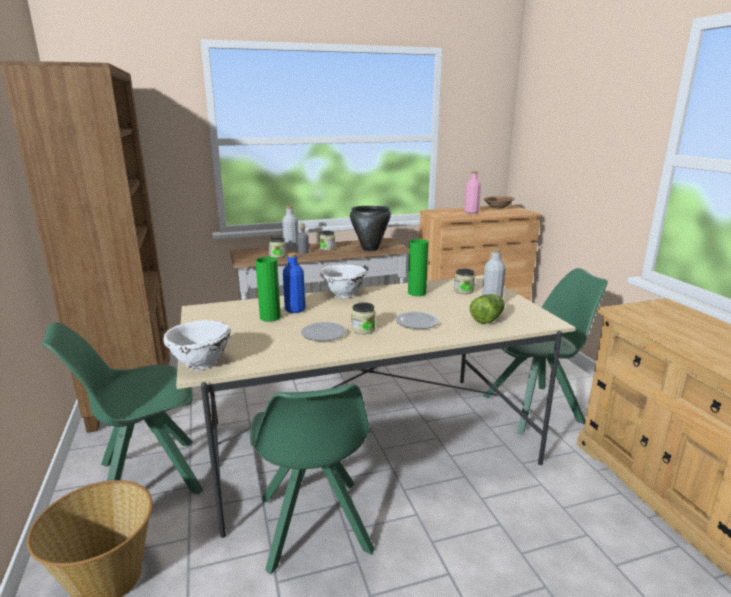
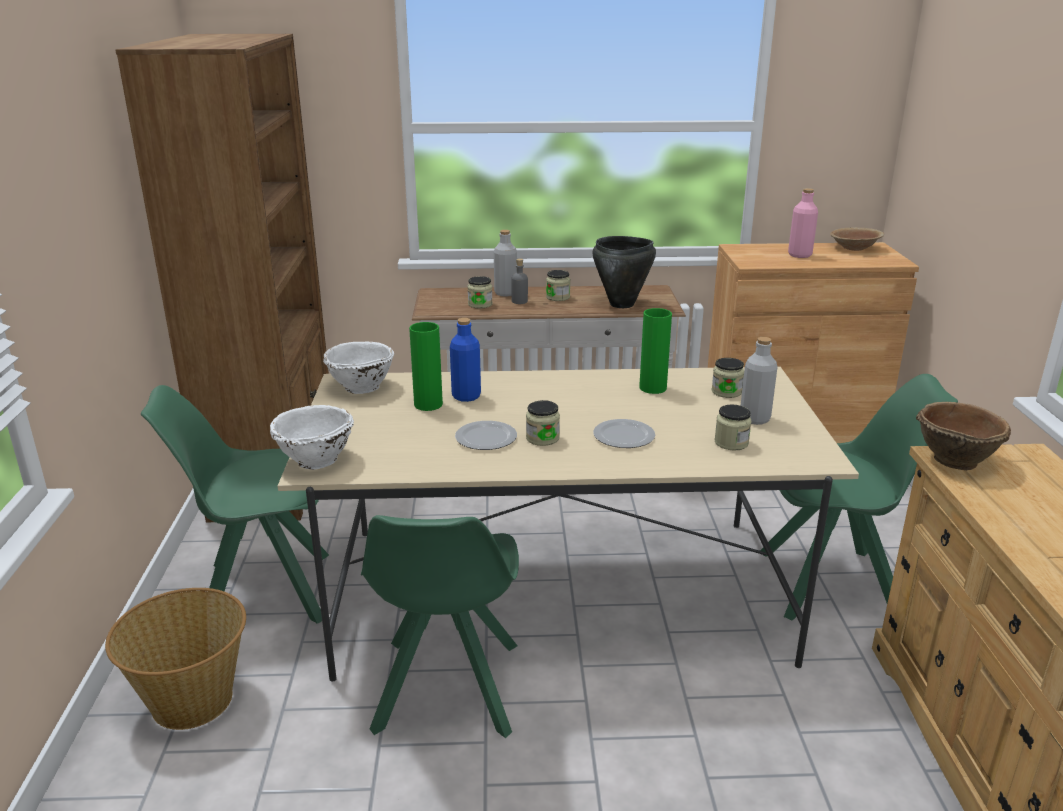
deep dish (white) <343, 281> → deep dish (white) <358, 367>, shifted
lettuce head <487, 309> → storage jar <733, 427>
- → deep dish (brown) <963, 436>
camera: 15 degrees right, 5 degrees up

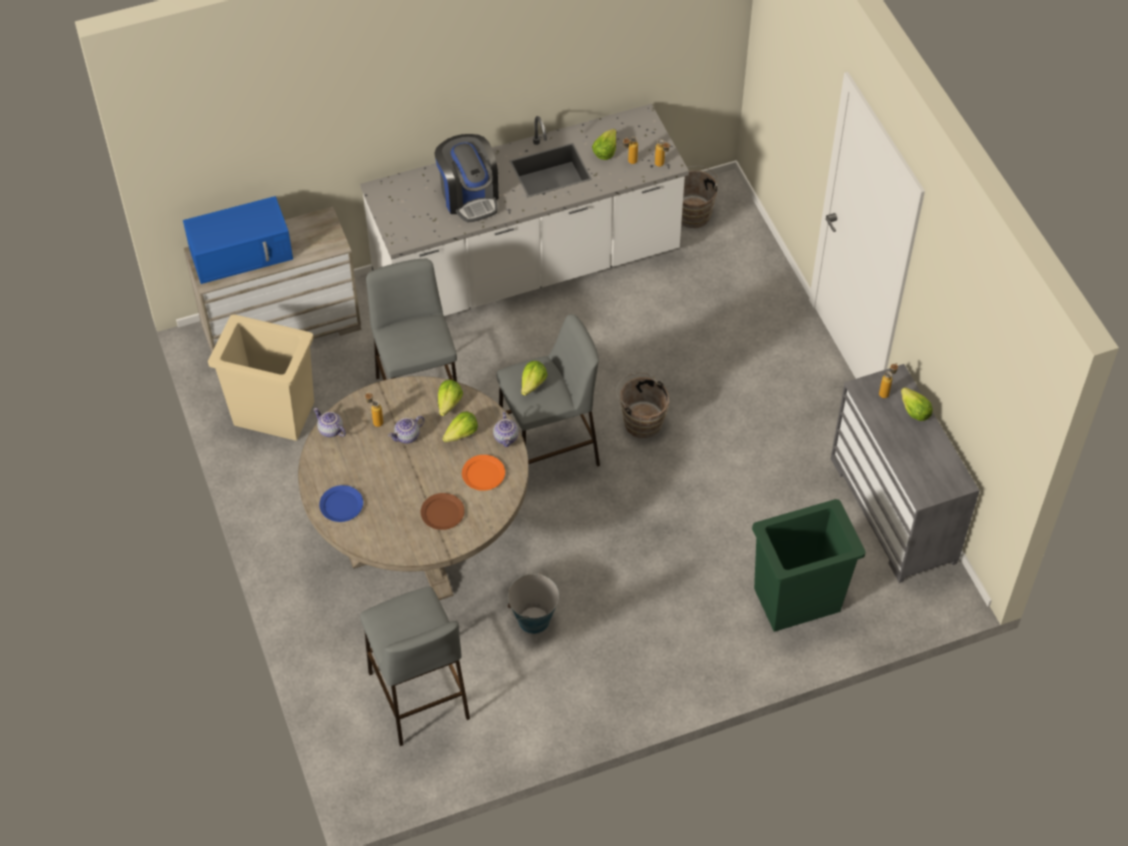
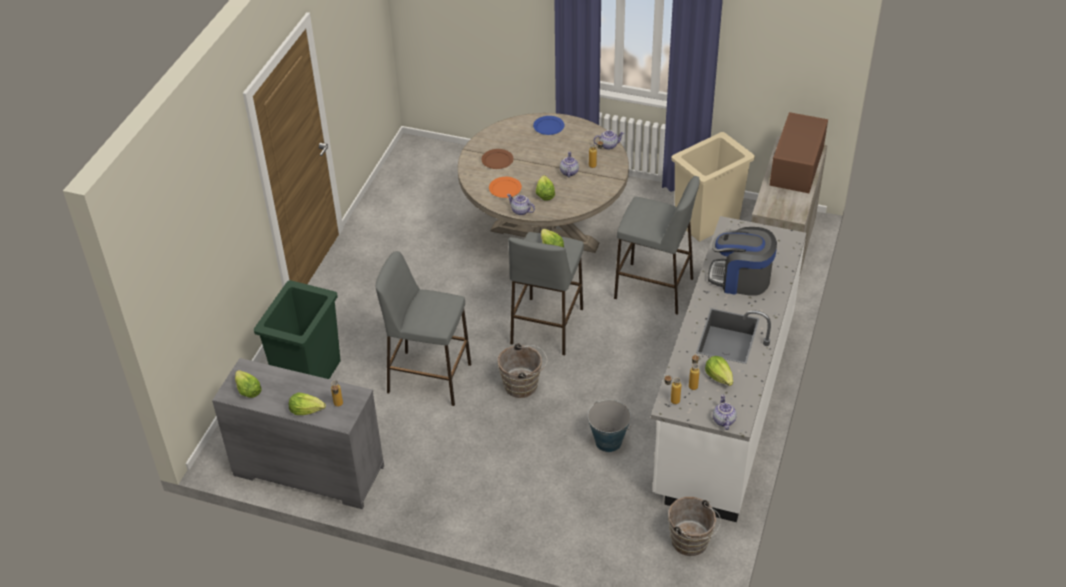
microwave oven (blue) <238, 240> → microwave oven (brown) <799, 152>
lettuce head <450, 398> → lettuce head <248, 384>, shifted
water bucket <533, 603> → water bucket <609, 426>, shifted
stool (grey) <415, 666> → stool (grey) <423, 328>, shifted
- → pot for tea <725, 412>
camera: 130 degrees right, 10 degrees down

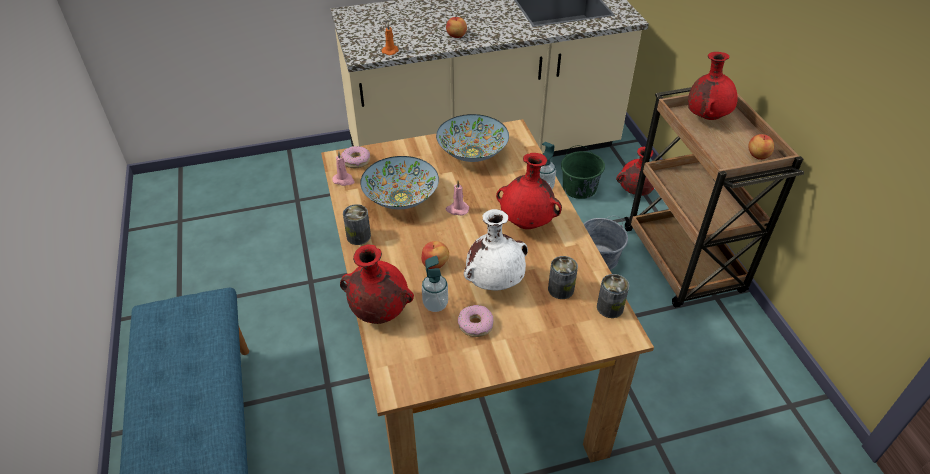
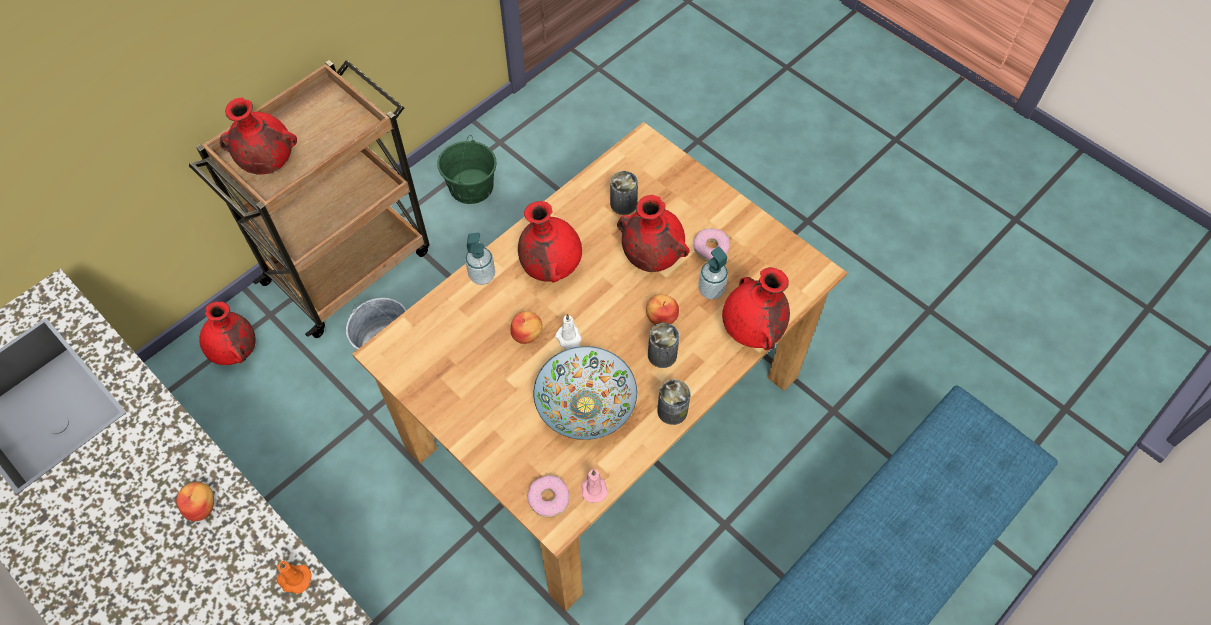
deep dish <472, 138> → -
apple <761, 147> → apple <526, 327>, shifted
water bucket (green-coloured) <583, 172> → water bucket (green-coloured) <466, 169>, shifted
wax candle (pinkish) <457, 198> → wax candle (white) <568, 331>
decorative vase (white) <496, 249> → decorative vase (red-coloured) <653, 233>
metal can <613, 296> → metal can <664, 345>, shifted
camera: 120 degrees left, 15 degrees up

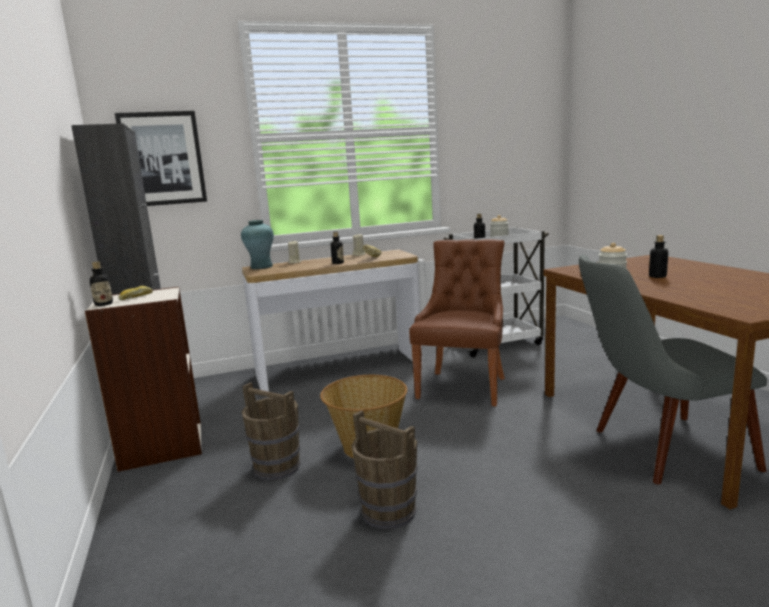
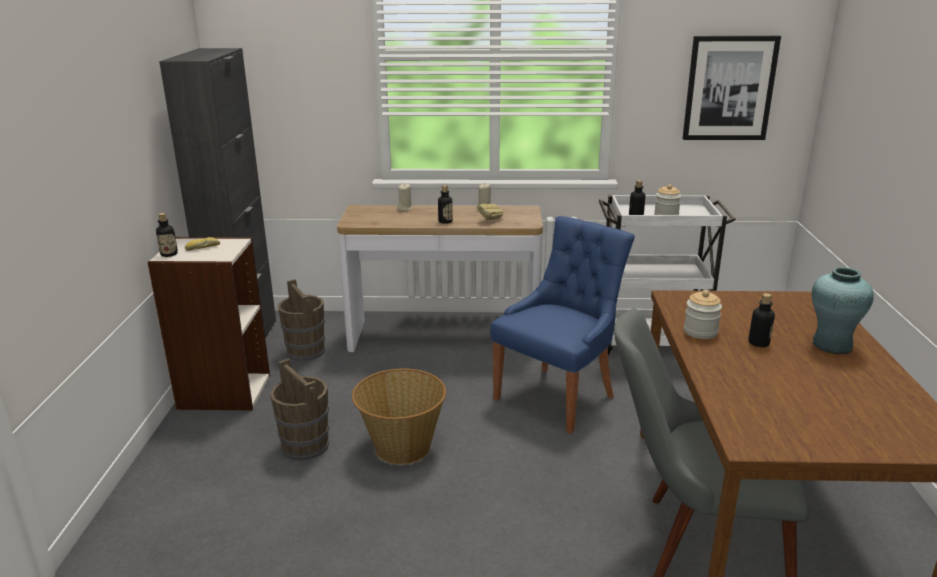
wall picture <161, 158> → wall picture <732, 88>, shifted
decorative vase (blue-green) <257, 244> → decorative vase (blue-green) <843, 310>, shifted
chair (brown) <457, 322> → chair (blue) <562, 325>
water bucket (brown) <385, 469> → water bucket (brown) <301, 320>, shifted
camera: 20 degrees right, 10 degrees up

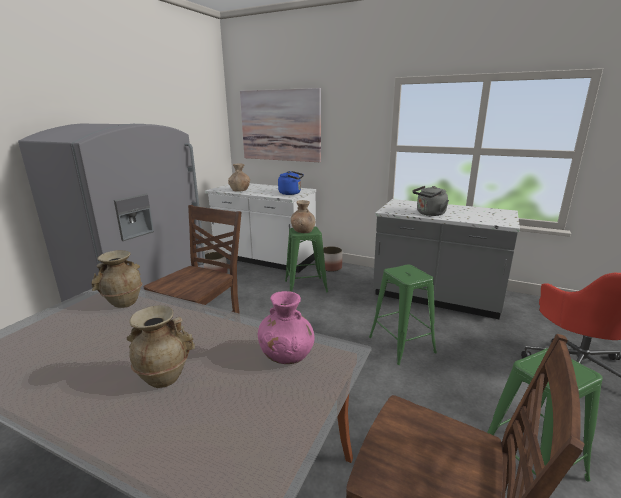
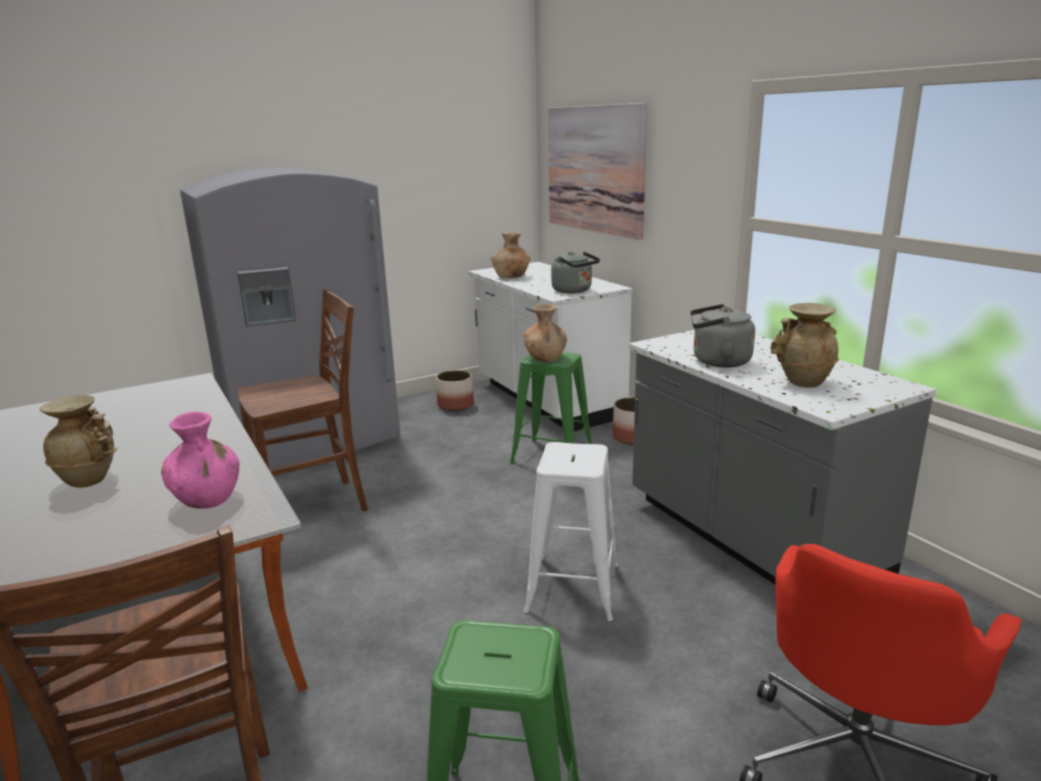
kettle (blue) <291, 183> → kettle (grey) <575, 272>
decorative vase (beige-coloured) <116, 279> → decorative vase (beige-coloured) <804, 345>, shifted
stool (green-coloured) <403, 315> → stool (white) <571, 531>
camera: 35 degrees right, 0 degrees up

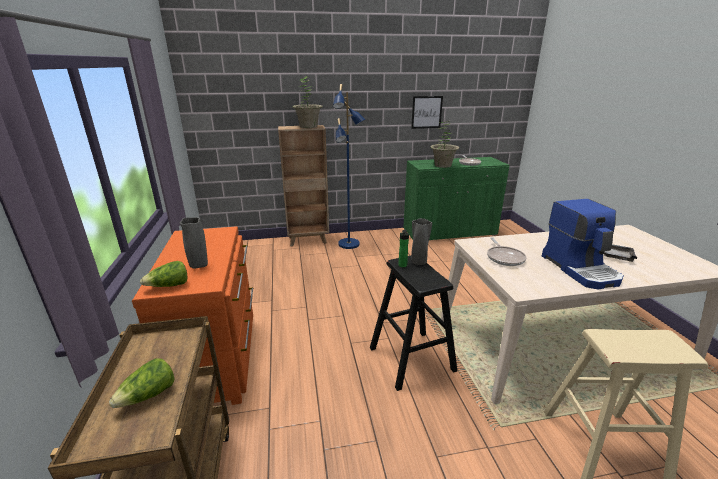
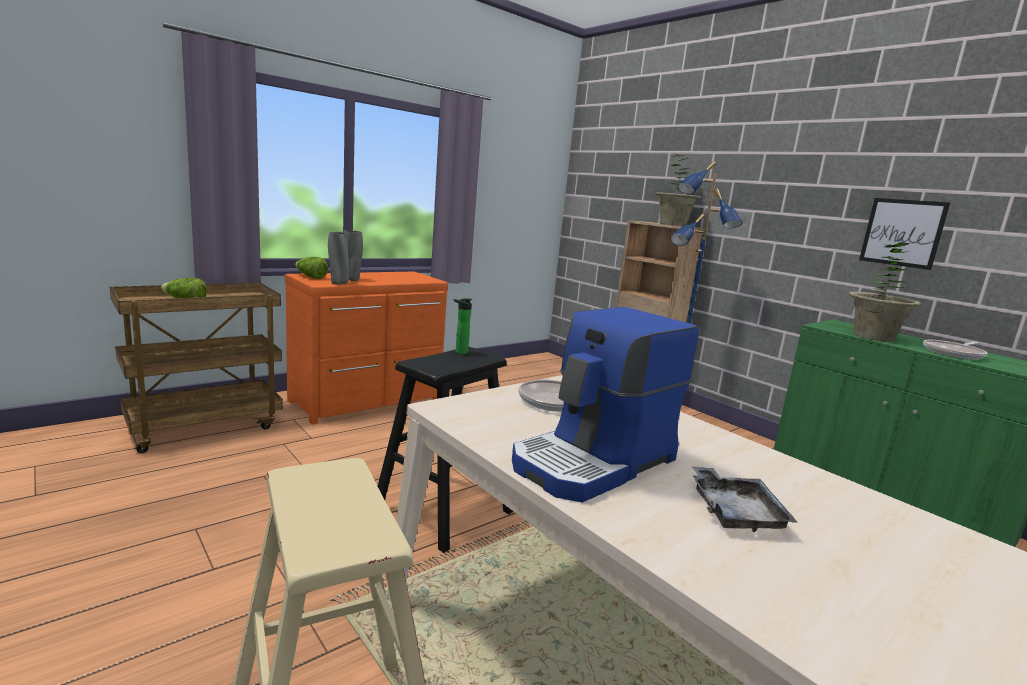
decorative vase (grey) <421, 241> → decorative vase (grey) <339, 258>, shifted
camera: 60 degrees right, 10 degrees down

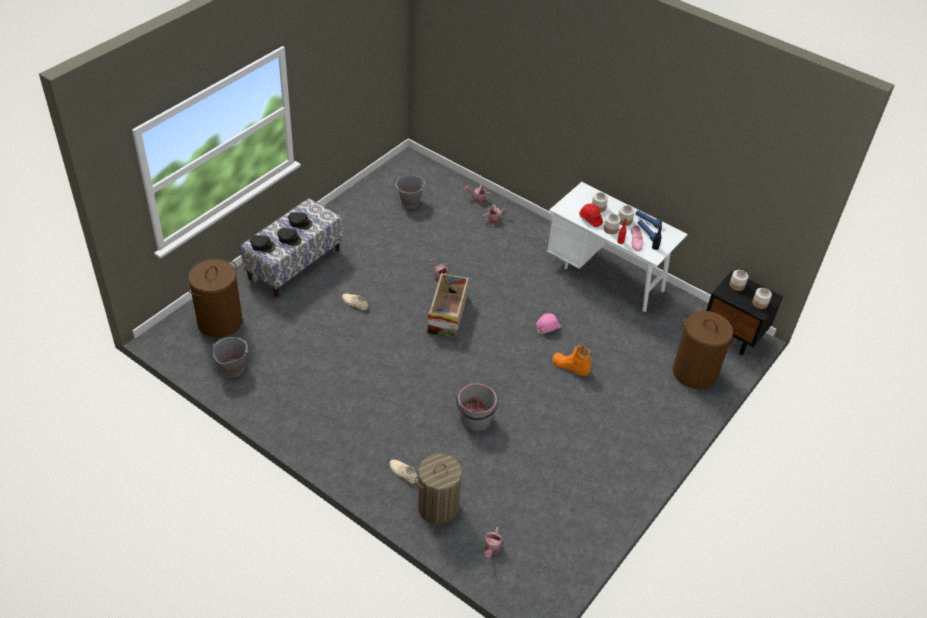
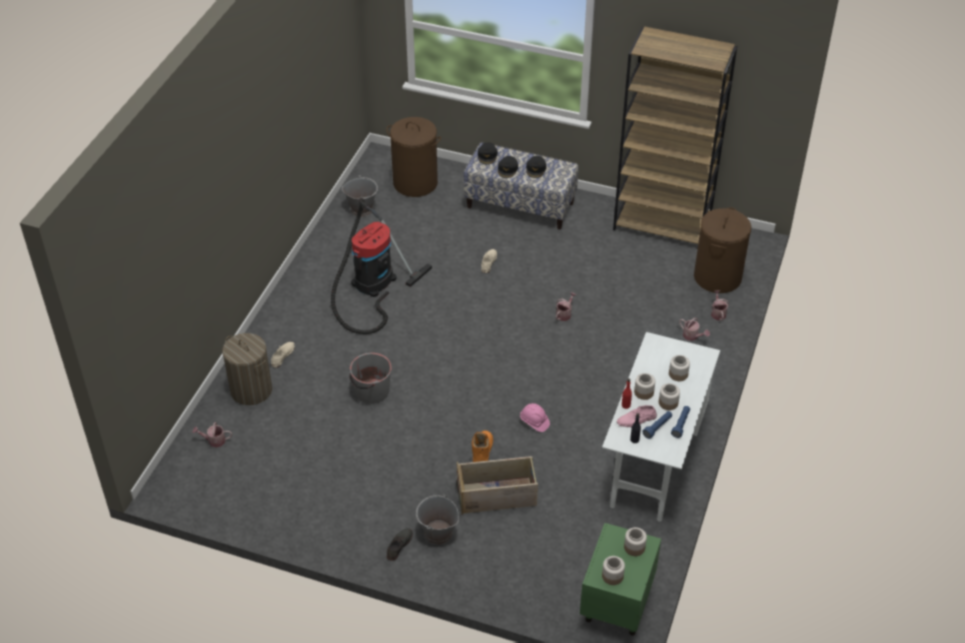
water bucket (grey) <410, 192> → water bucket (grey) <437, 519>, shifted
safety helmet (red-coloured) <591, 215> → -
bedside table (black) <744, 313> → bedside table (green-coloured) <620, 579>
crate <448, 305> → crate <497, 485>, shifted
hamper (brown) <704, 350> → hamper (brown) <722, 250>, shifted
- → bookshelf (brown) <675, 135>
- → hoover <381, 266>
- → low shoe (grey) <400, 544>
camera: 75 degrees right, 0 degrees up

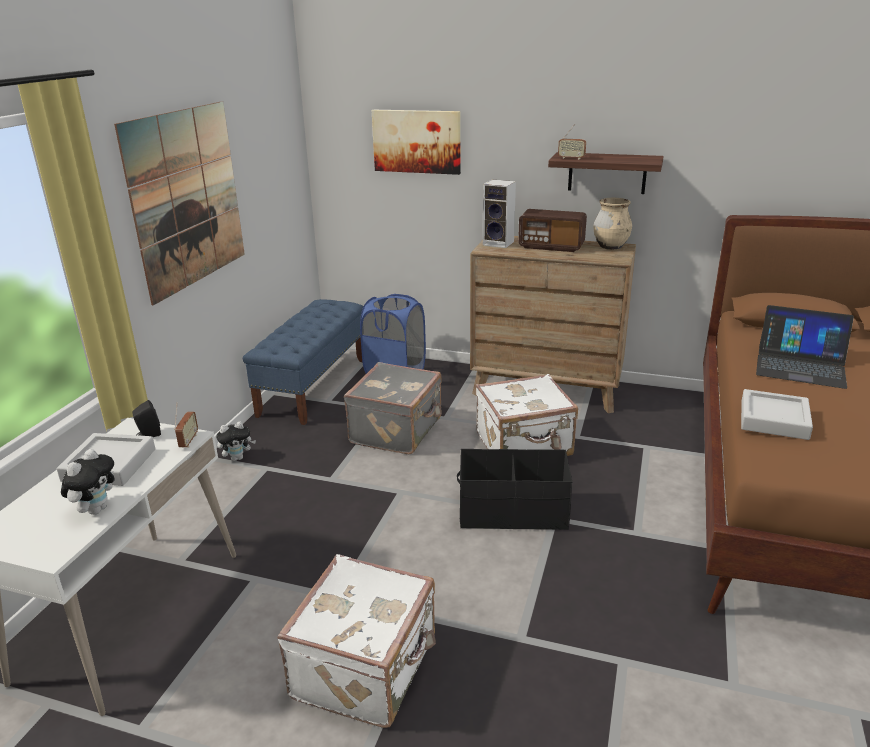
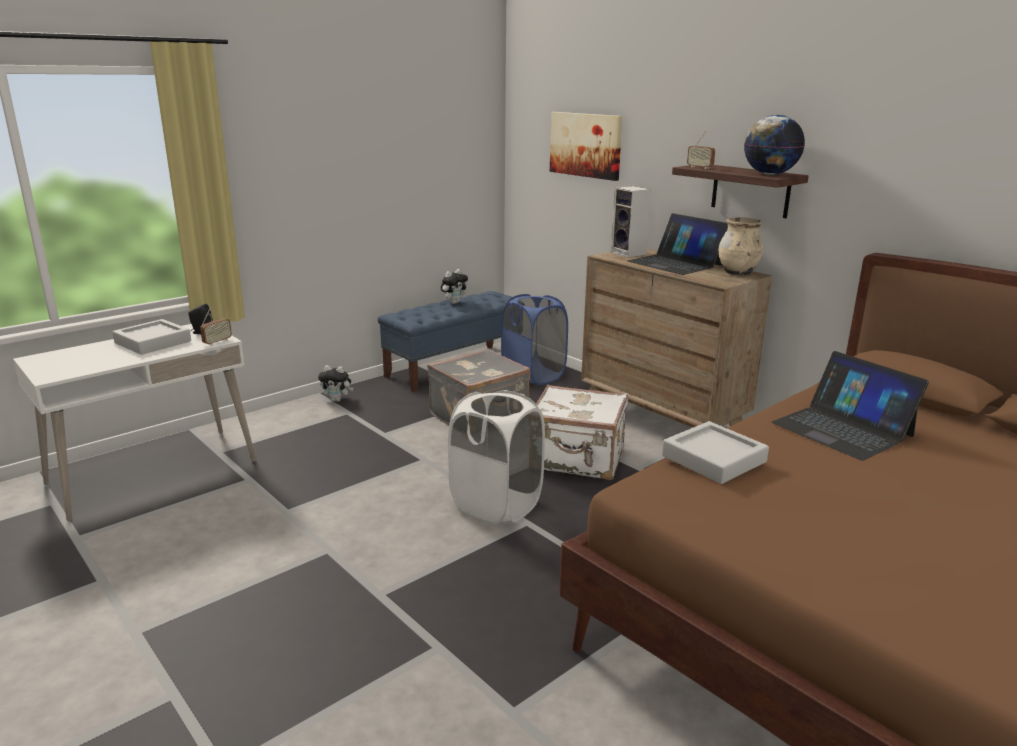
wall picture <179, 203> → -
radio receiver <552, 230> → laptop <677, 244>
soft toy <88, 482> → soft toy <454, 286>, shifted
storage container (black) <514, 489> → hamper (white) <496, 457>
piece of luggage (white) <356, 641> → -
- → world globe <774, 145>
camera: 30 degrees right, 5 degrees down

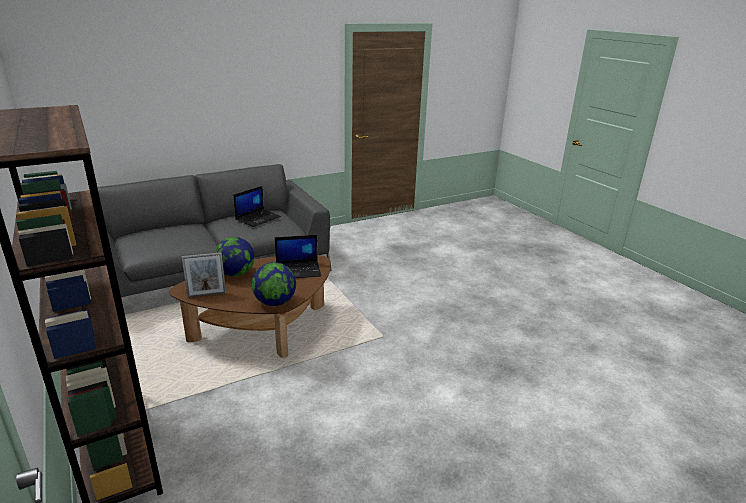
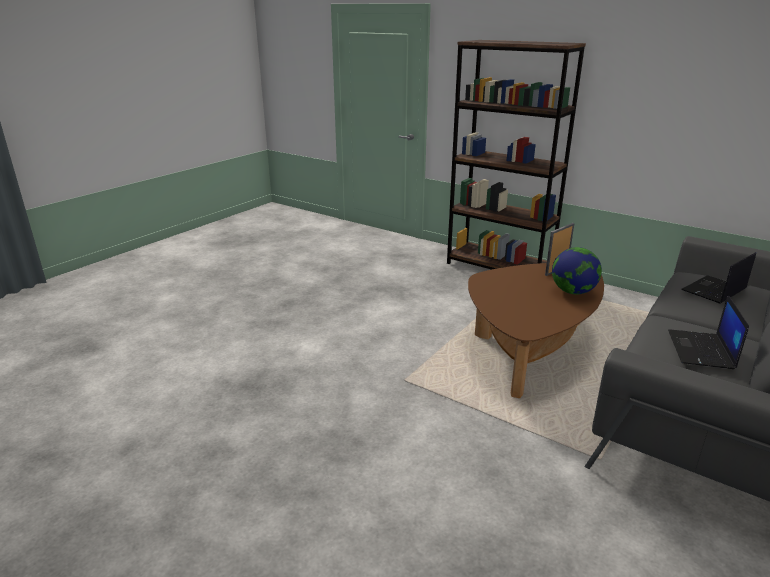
laptop <298, 256> → laptop <718, 278>, shifted
world globe <274, 284> → -
camera: 155 degrees right, 0 degrees up

